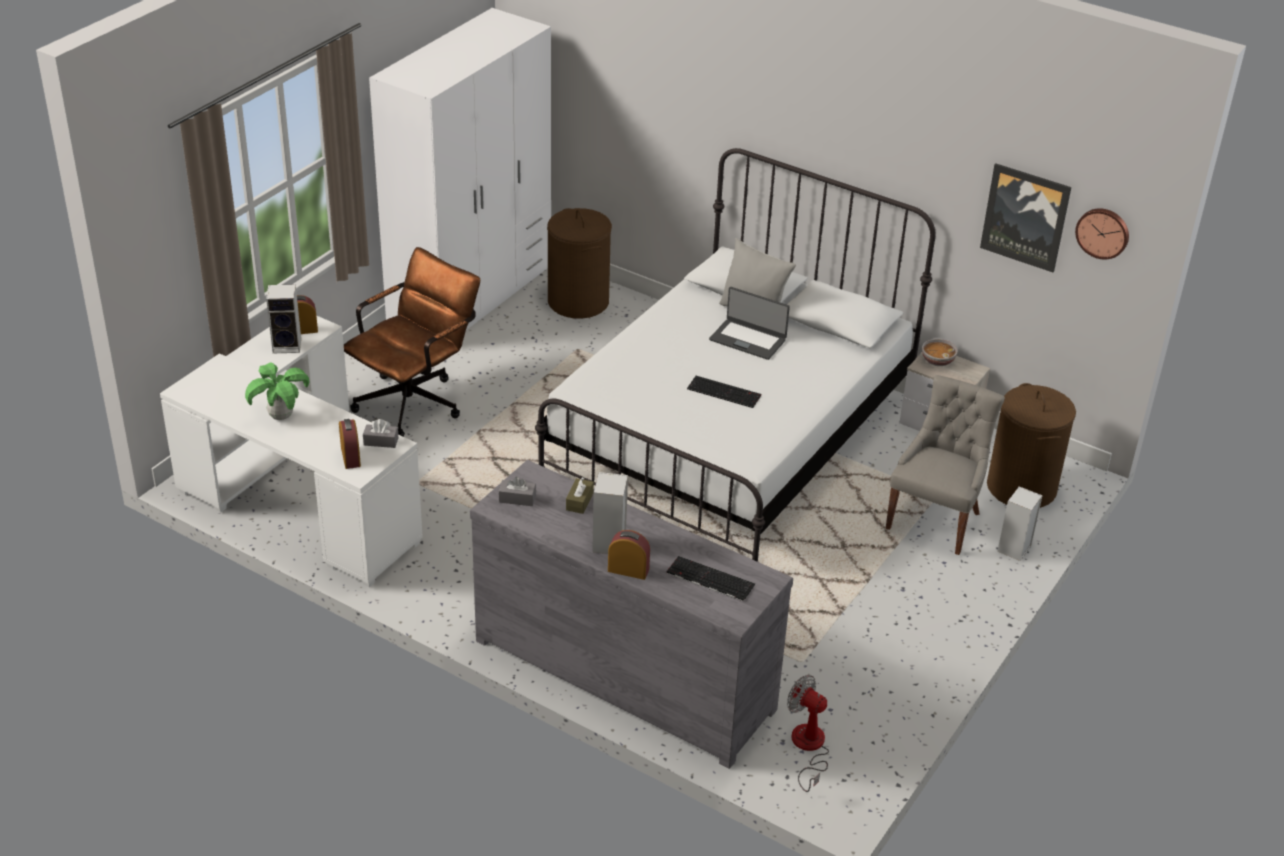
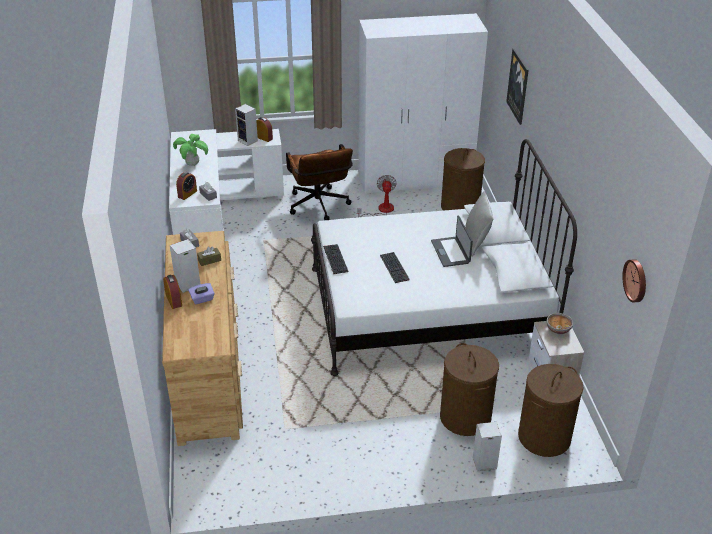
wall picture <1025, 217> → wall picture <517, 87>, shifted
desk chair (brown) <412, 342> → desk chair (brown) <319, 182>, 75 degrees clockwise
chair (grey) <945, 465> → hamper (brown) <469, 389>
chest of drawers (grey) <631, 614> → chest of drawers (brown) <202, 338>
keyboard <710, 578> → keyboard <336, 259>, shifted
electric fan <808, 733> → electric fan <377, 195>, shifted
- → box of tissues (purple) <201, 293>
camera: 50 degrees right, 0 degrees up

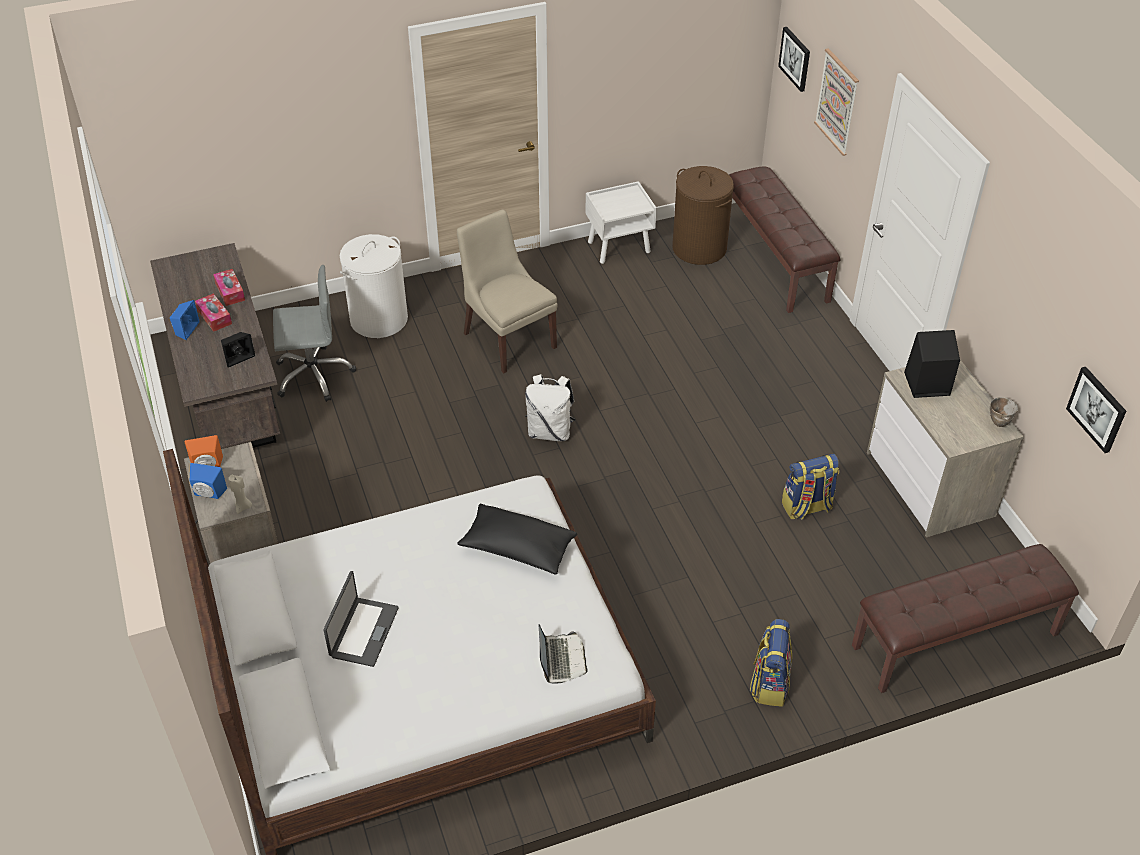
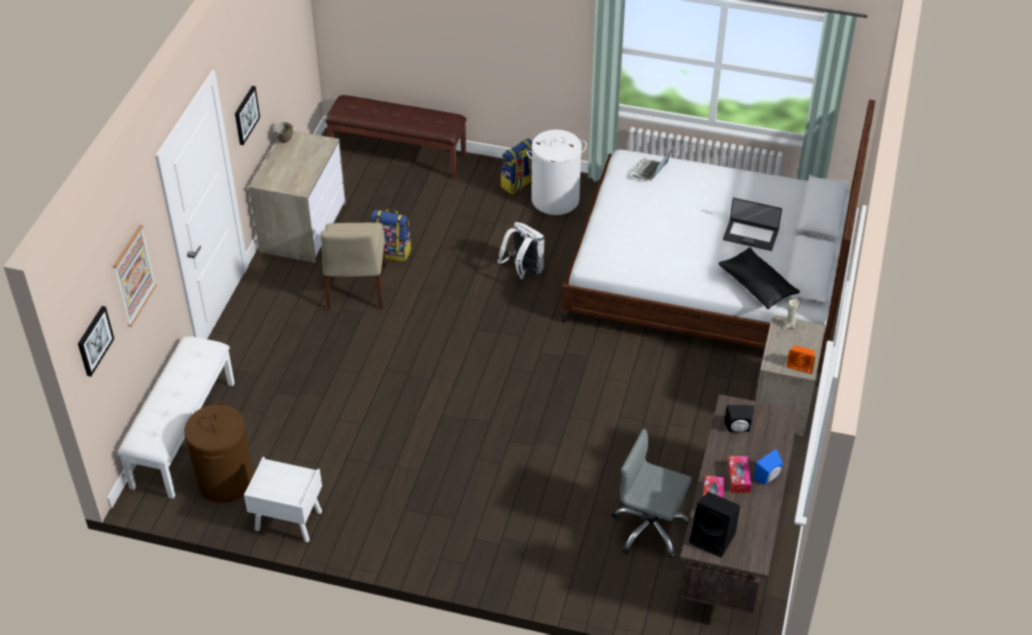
bench (brown) <785, 240> → bench (white) <176, 417>
chair (beige-coloured) <507, 292> → chair (beige-coloured) <353, 266>, shifted
hamper (white) <373, 286> → hamper (white) <557, 172>, shifted
loudspeaker (black) <932, 364> → loudspeaker (black) <714, 524>, shifted
wall picture <1096, 410> → wall picture <247, 115>, shifted
backpack (white) <550, 407> → backpack (white) <521, 250>, shifted
loudspeaker (blue) <208, 481> → -
throw pillow (black) <517, 539> → throw pillow (black) <759, 278>, shifted
laptop <361, 619> → laptop <752, 224>, 120 degrees counterclockwise
camera: 145 degrees left, 0 degrees up

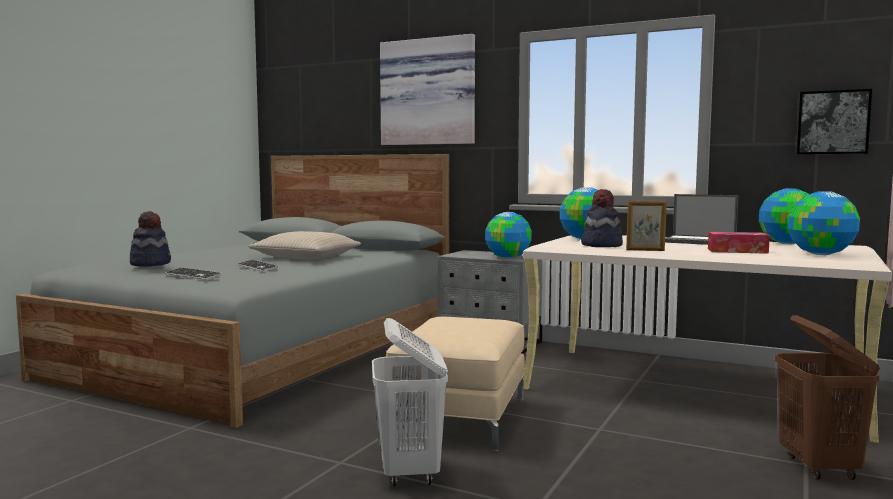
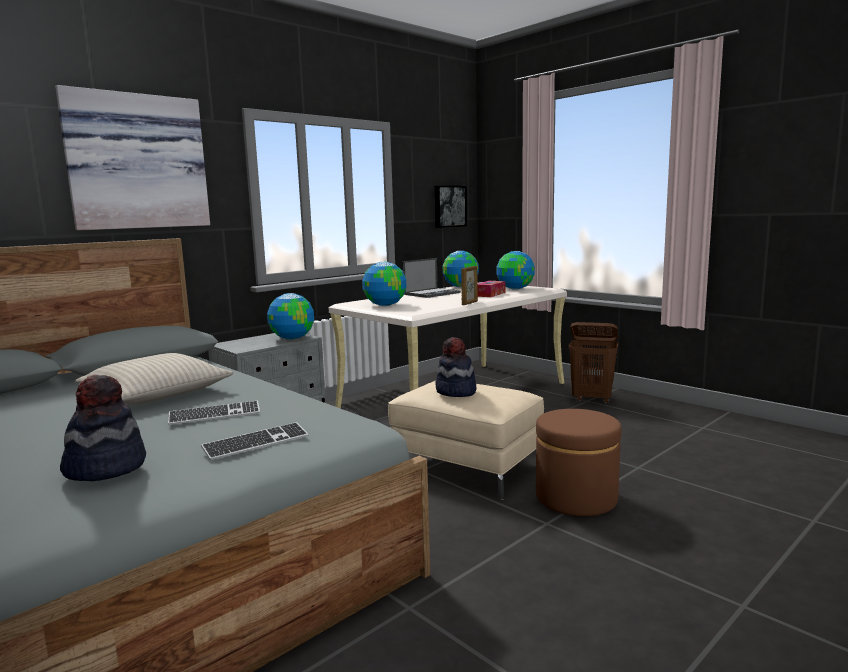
wearable hat <602, 218> → wearable hat <456, 367>, shifted
hamper (white) <410, 402> → pouffe (brown) <578, 462>
camera: 70 degrees left, 5 degrees up

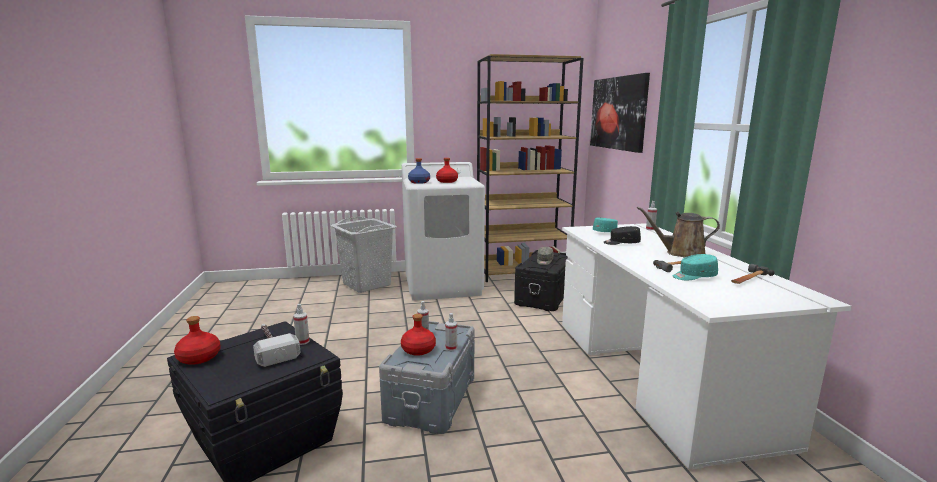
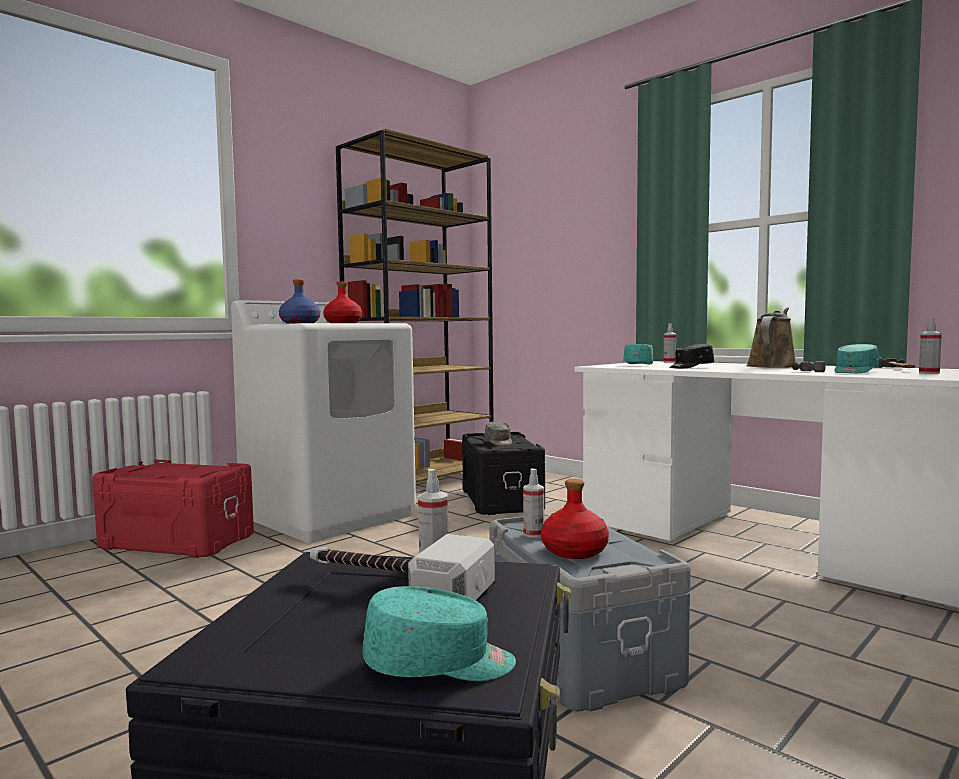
wall picture <620, 113> → -
watering pot (brown) <678, 232> → watering pot (brown) <771, 337>, 150 degrees clockwise
hamper (grey) <364, 255> → storage container (red-coloured) <173, 508>
hand sprayer <451, 332> → hand sprayer <930, 346>, shifted
drink bottle (red-coloured) <197, 340> → -
- → baseball cap (blue-green) <439, 633>
camera: 35 degrees left, 10 degrees down

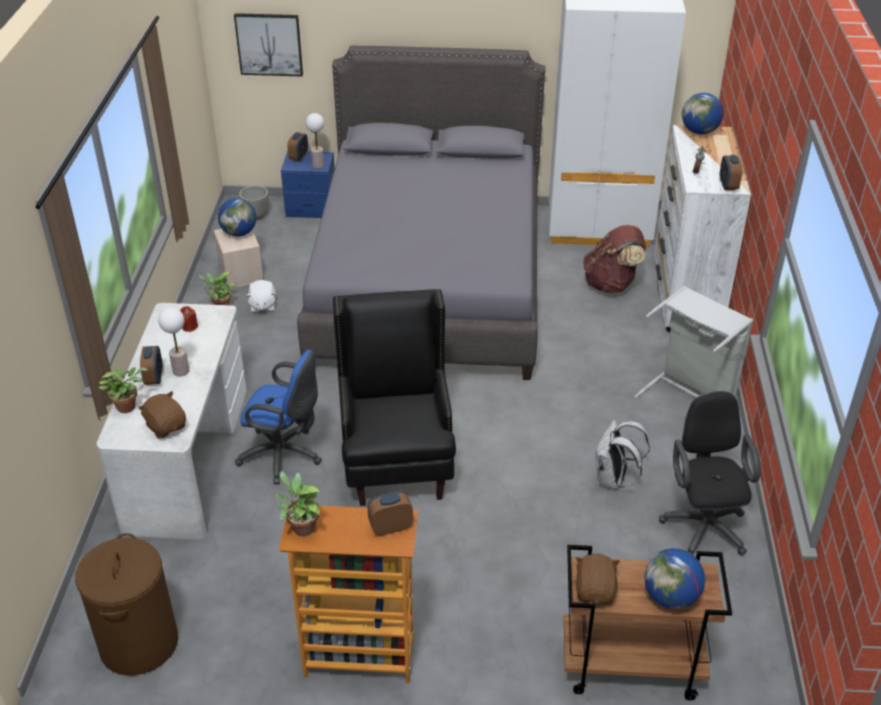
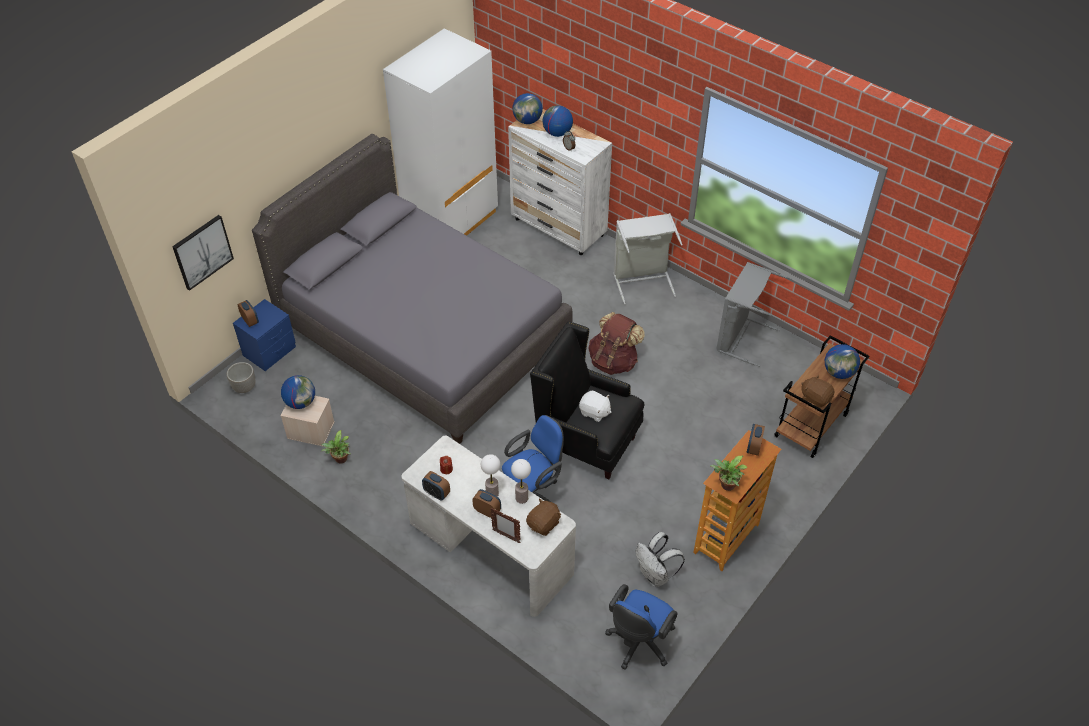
lamp for a table <315, 141> → lamp for a table <521, 481>, shifted
alarm clock <731, 172> → alarm clock <436, 486>, shifted
backpack (brown) <614, 259> → backpack (brown) <616, 343>, shifted
soft toy (white) <260, 296> → soft toy (white) <595, 406>, shifted
houseplant <123, 390> → picture frame <505, 525>
soft toy (brown) <162, 415> → soft toy (brown) <543, 517>, 135 degrees clockwise
desk chair (black) <710, 473> → hamper (grey) <754, 314>
backpack (white) <622, 454> → backpack (white) <660, 559>, shifted
hamper (brown) <126, 604> → desk chair (blue) <641, 627>
- → world globe <557, 121>
camera: 55 degrees left, 10 degrees up

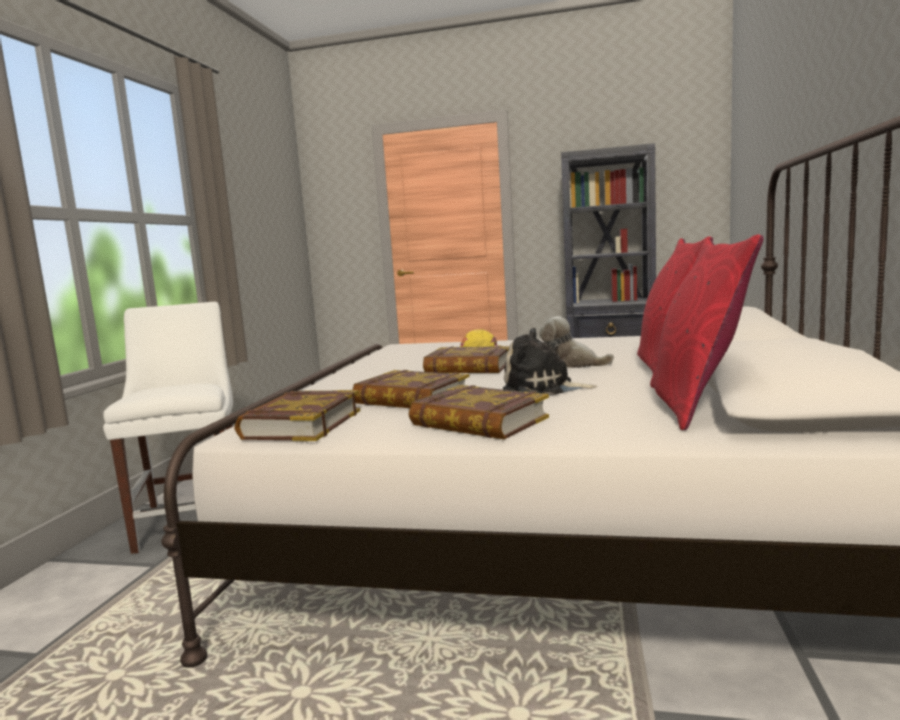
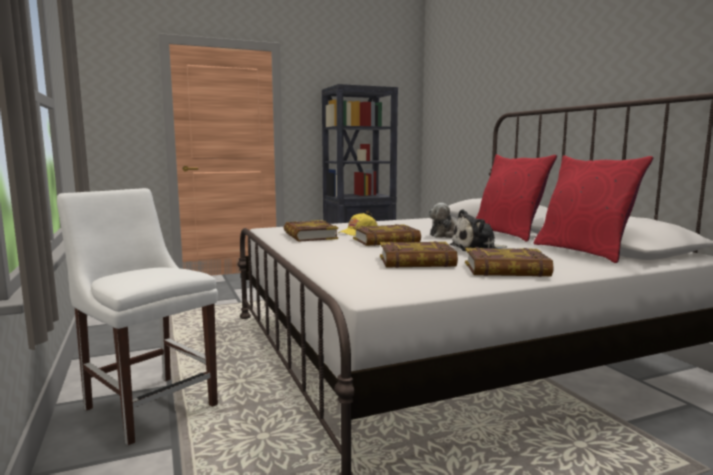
bound book <297, 415> → bound book <311, 231>, shifted
camera: 35 degrees left, 0 degrees up

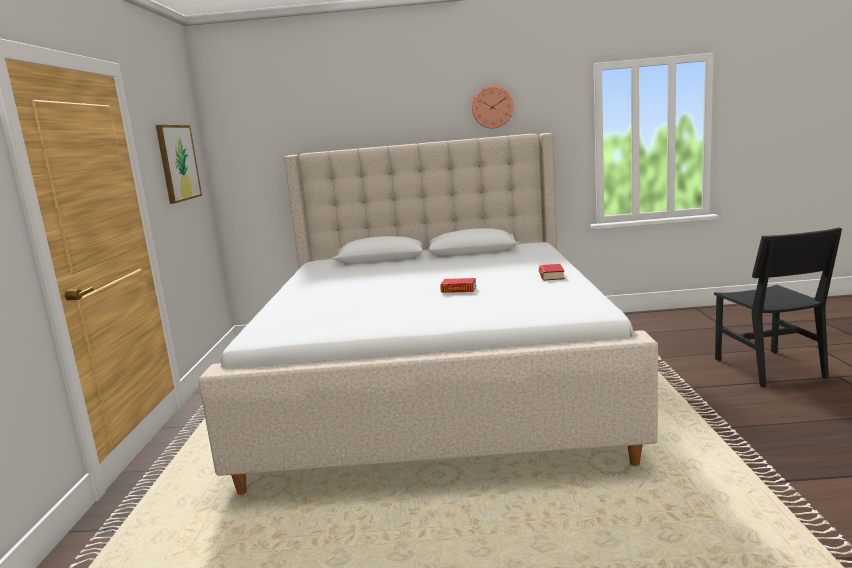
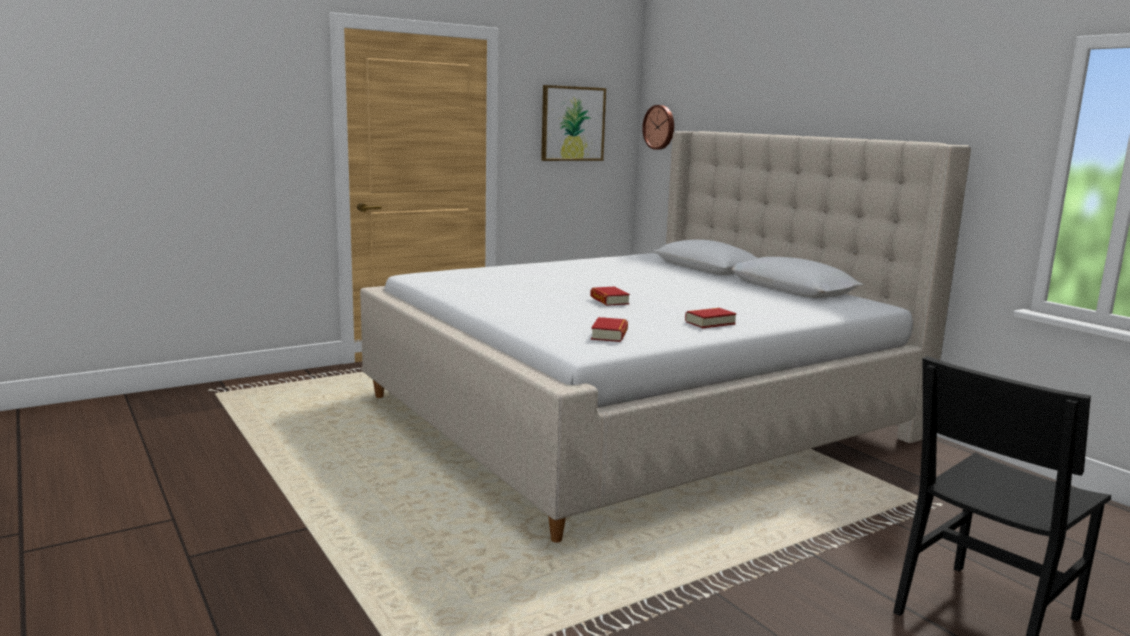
wall clock <492, 107> → wall clock <658, 127>, shifted
- → bound book <609, 329>
camera: 55 degrees right, 0 degrees up

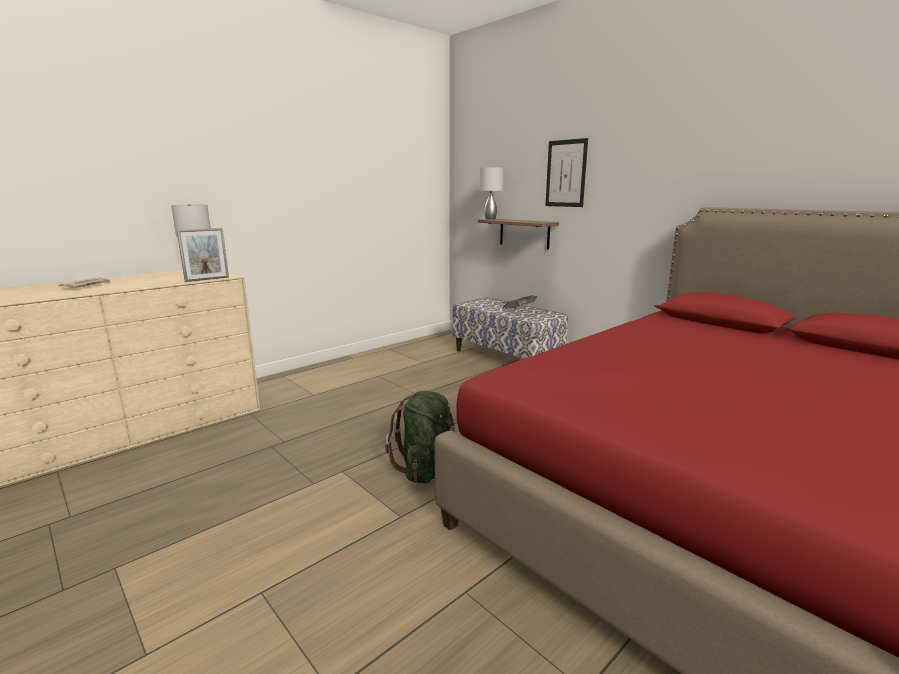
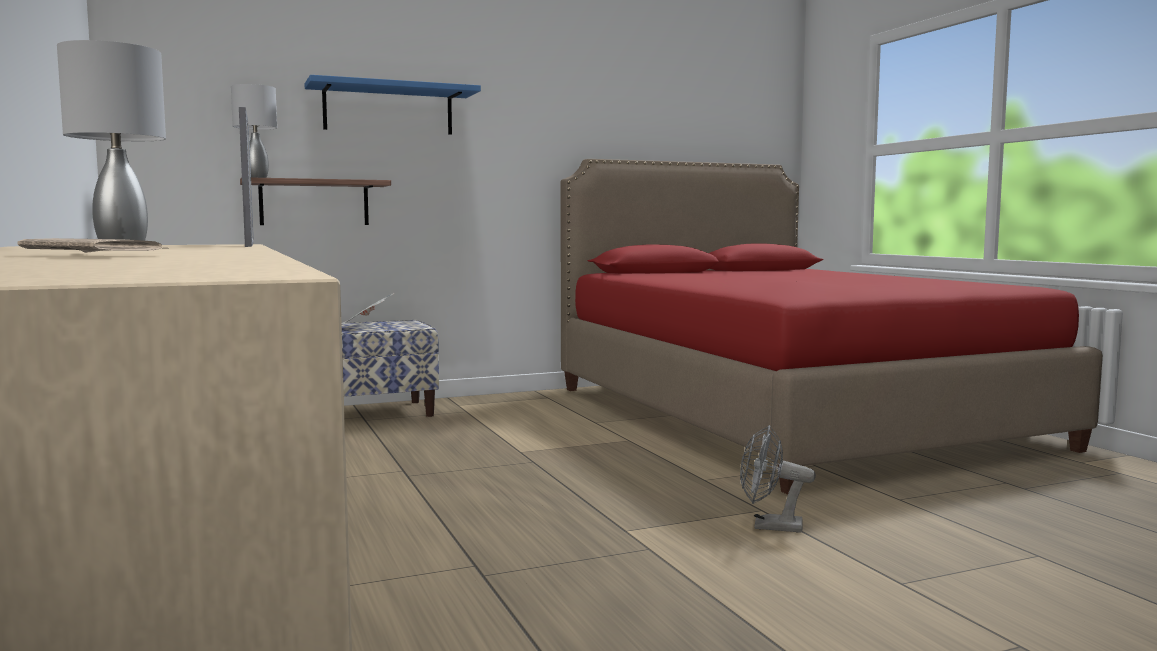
wall picture <566, 172> → shelf (blue) <393, 105>
backpack (green-coloured) <420, 437> → -
- → electric fan (grey) <778, 479>
camera: 70 degrees left, 10 degrees down

